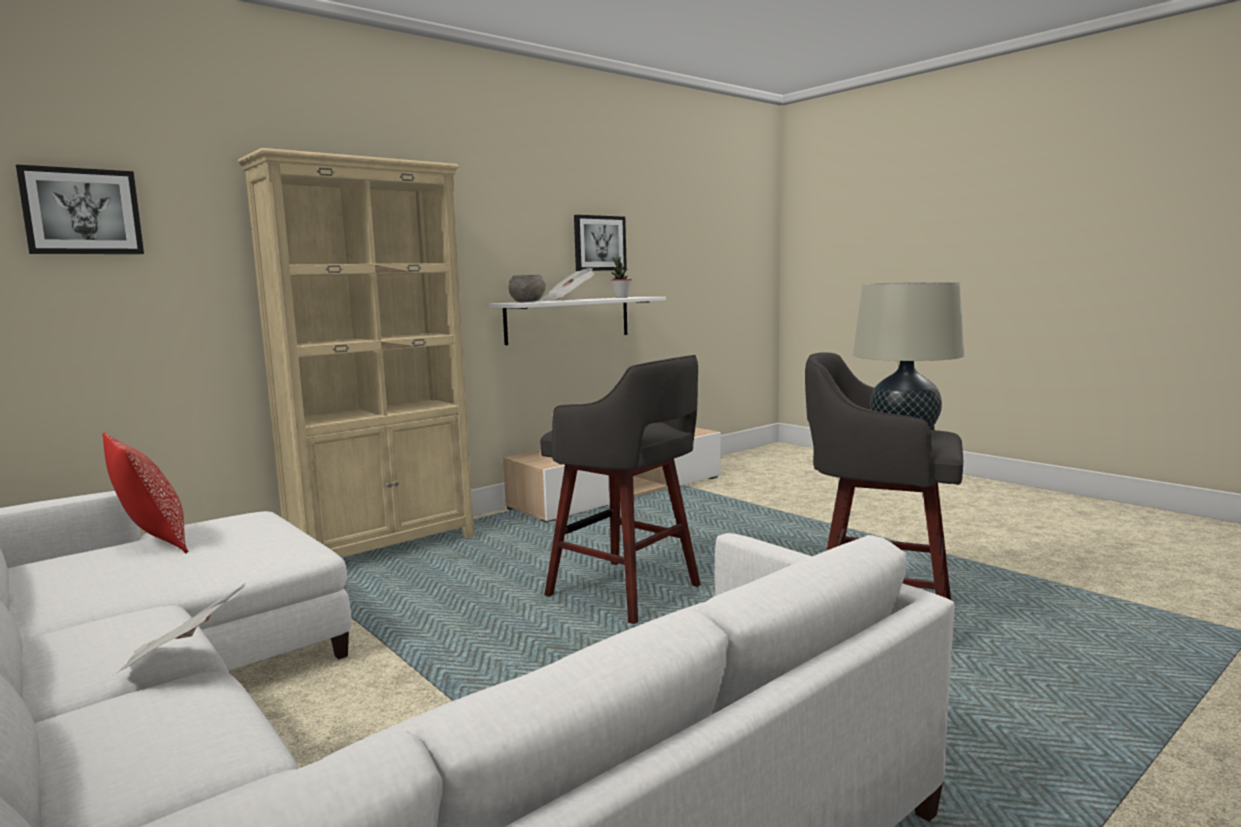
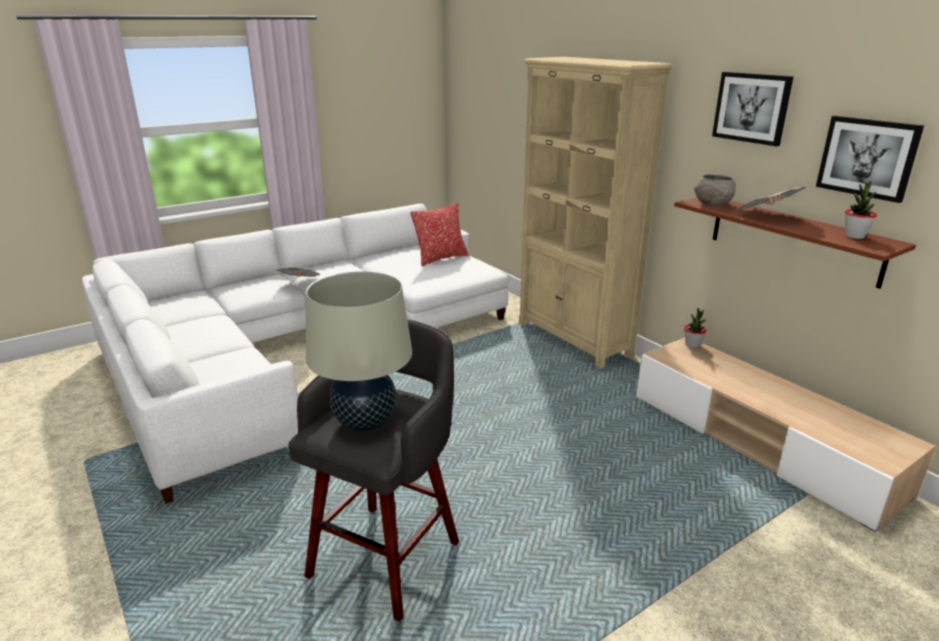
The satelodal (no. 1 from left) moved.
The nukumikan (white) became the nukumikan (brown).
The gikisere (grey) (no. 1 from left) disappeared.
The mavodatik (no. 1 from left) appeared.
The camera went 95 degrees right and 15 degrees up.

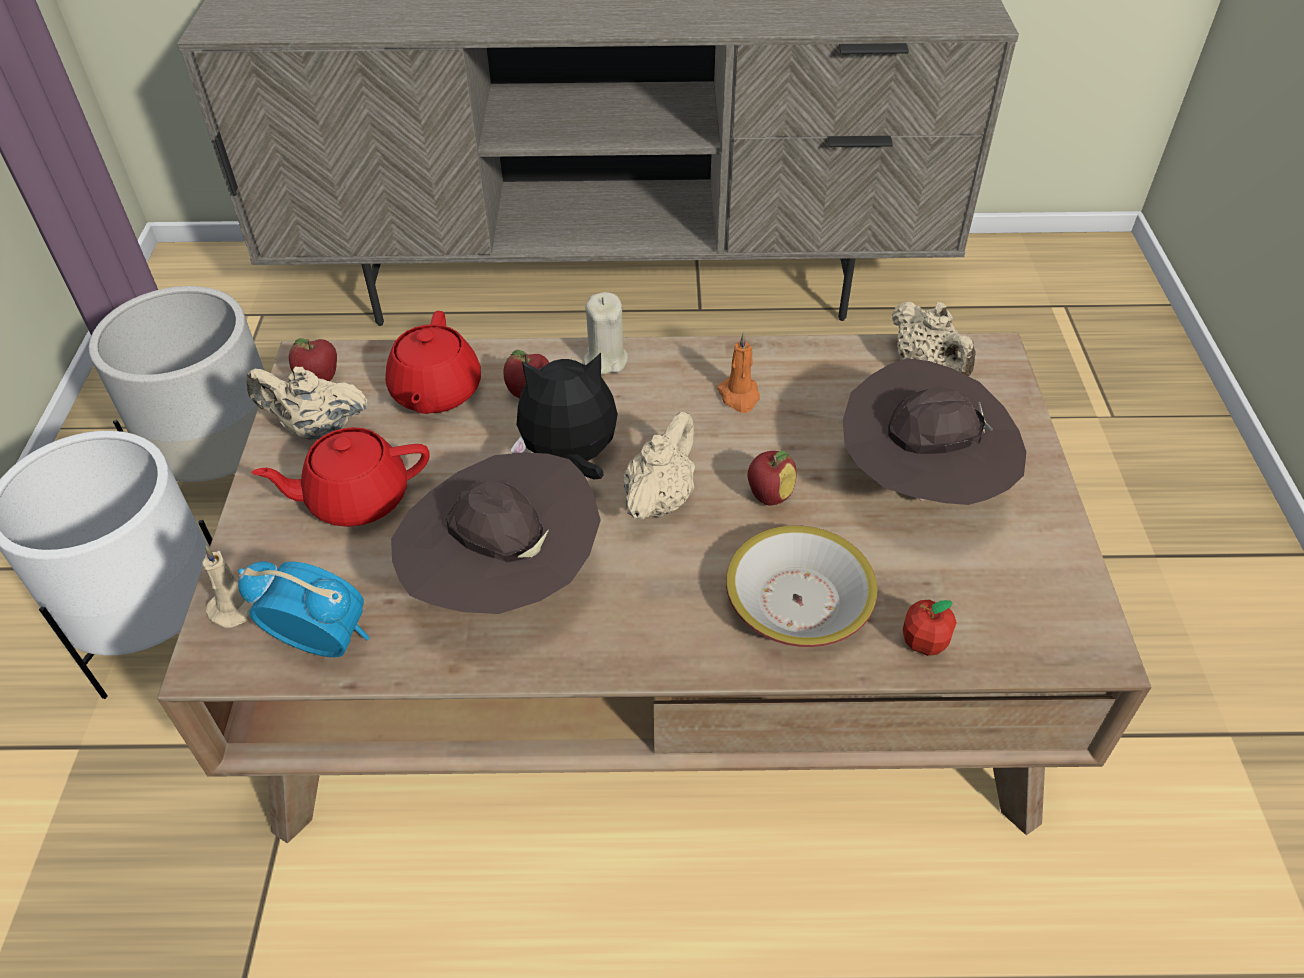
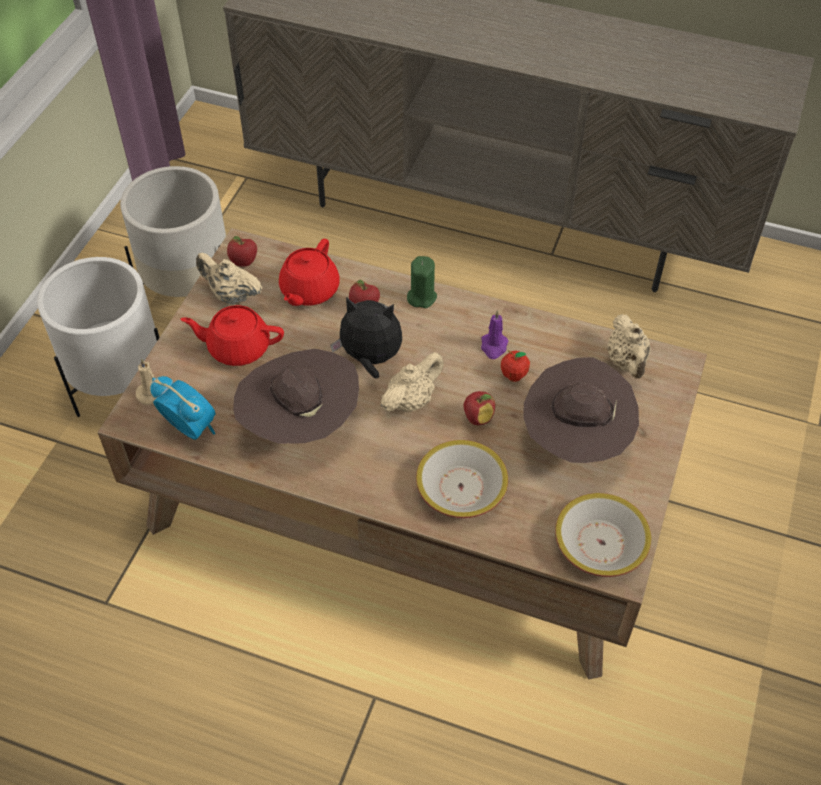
The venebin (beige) (no. 2 from left) became the venebin (green).
The venebin (orange) became the venebin (purple).
The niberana (no. 4 from left) moved.
The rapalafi (no. 2 from left) appeared.
The camera went 20 degrees right and 5 degrees up.

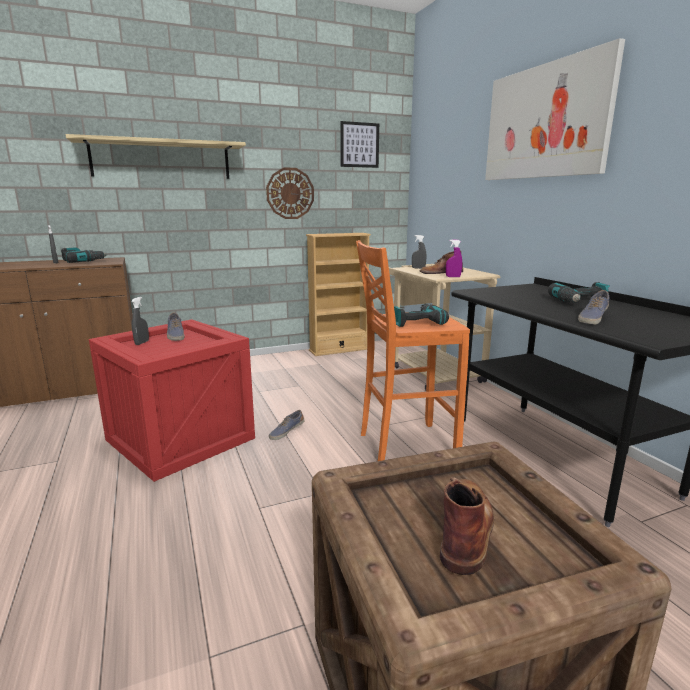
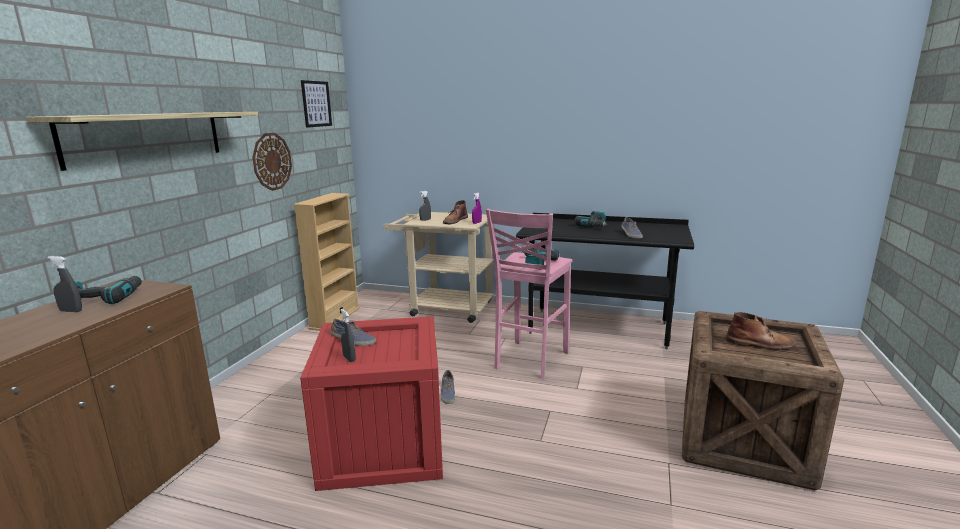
The satelodal (no. 2 from left) disappeared.
The gikisere (orange) became the gikisere (pink).
The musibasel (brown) (no. 2 from left) turned 135 degrees clockwise.
The camera went 50 degrees left and 0 degrees up.

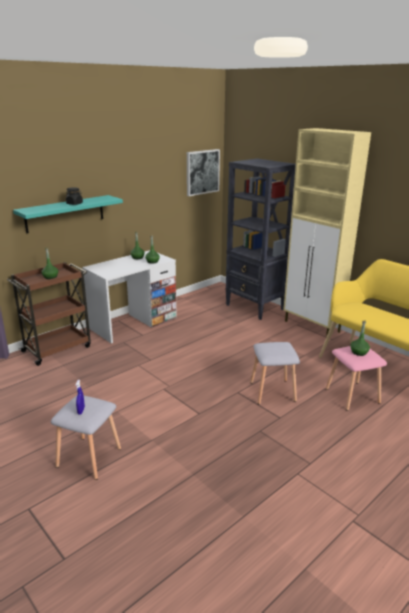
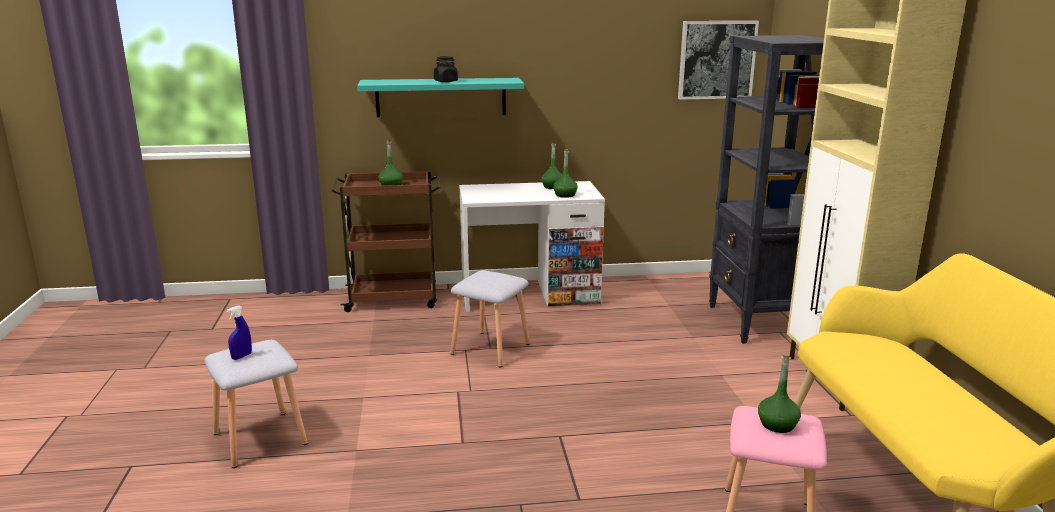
The gikisere (grey) (no. 2 from left) moved.
The camera went 35 degrees right and 5 degrees down.

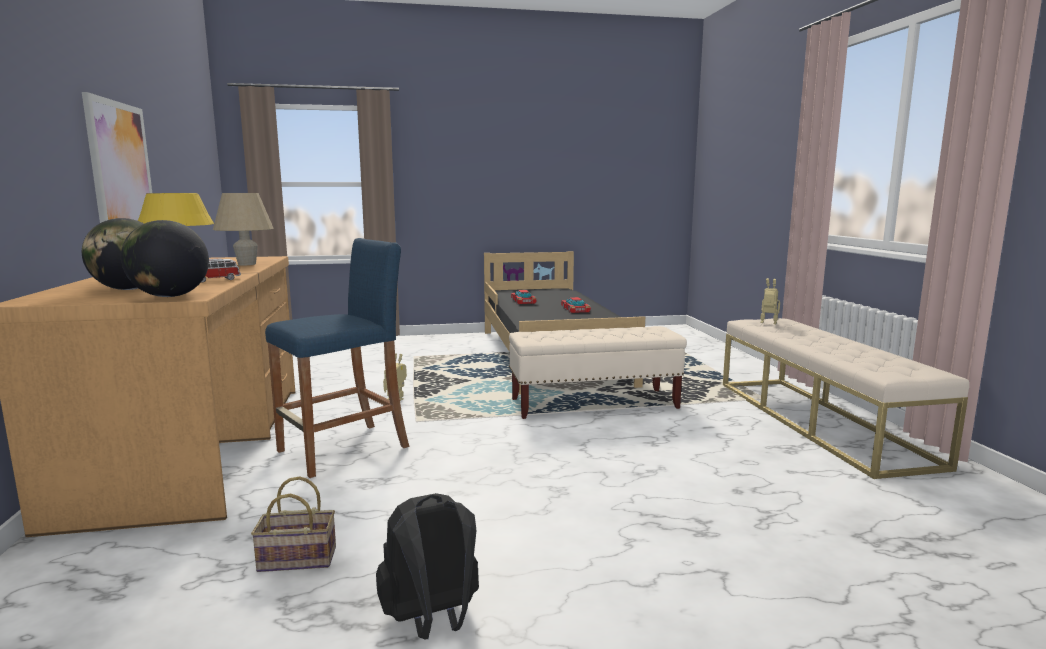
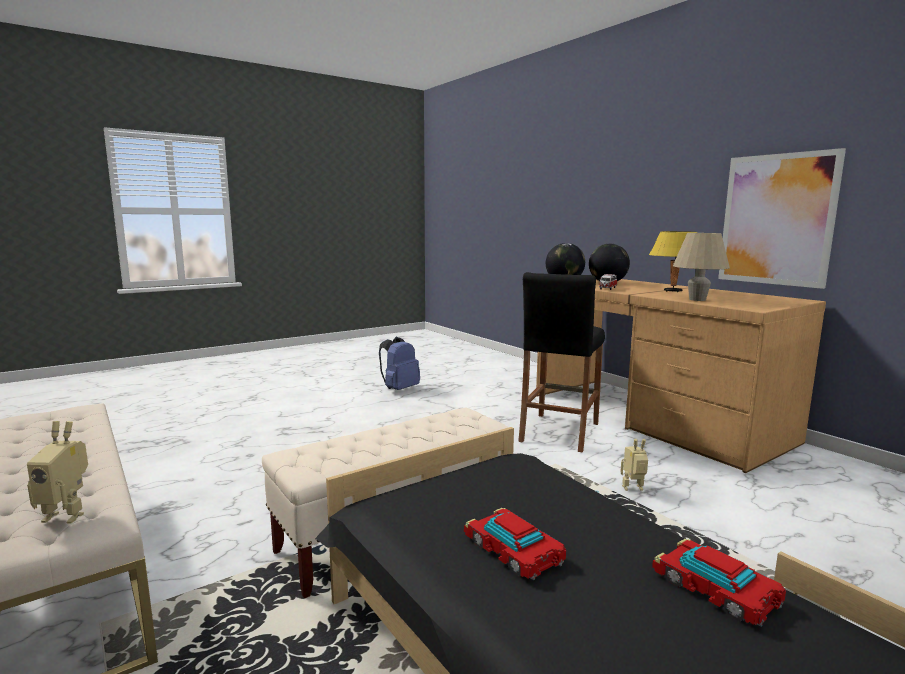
The gikisere (blue) became the gikisere (black).
The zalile disappeared.
The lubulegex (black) became the lubulegex (blue).
The camera went 155 degrees right and 0 degrees up.

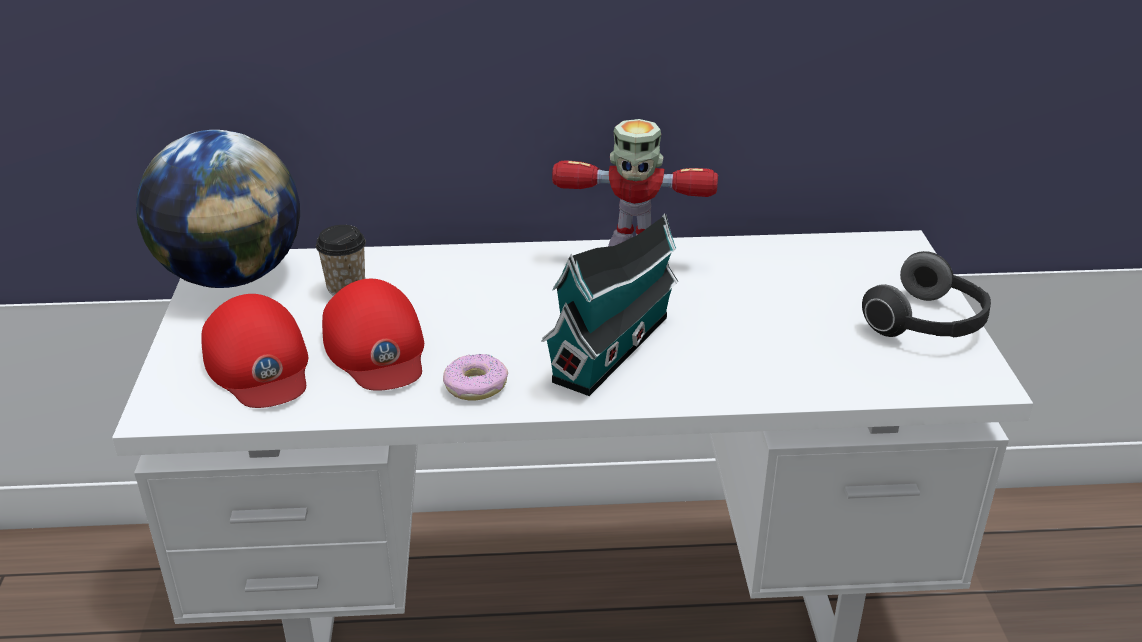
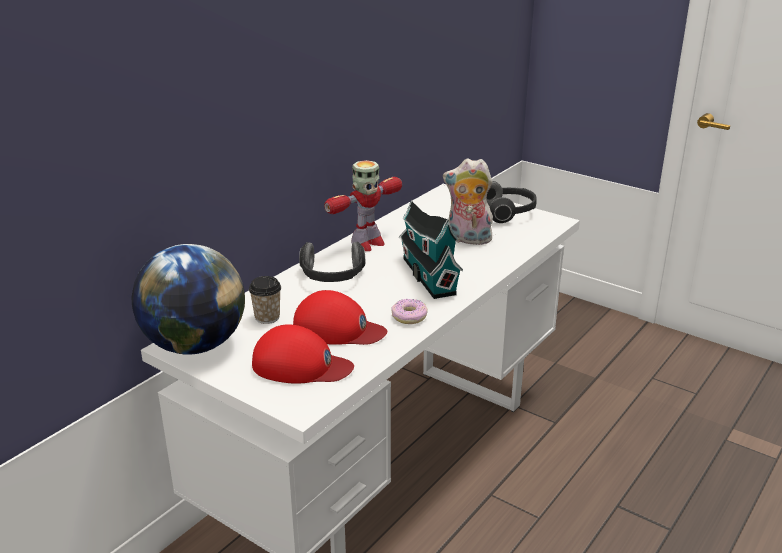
The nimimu appeared.
The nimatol (no. 1 from left) appeared.
The camera went 50 degrees left and 5 degrees down.

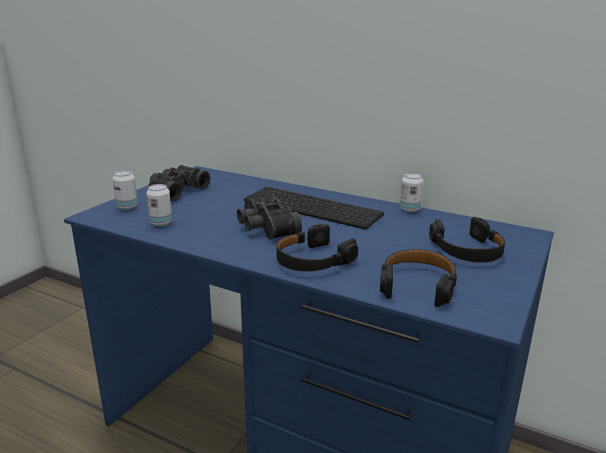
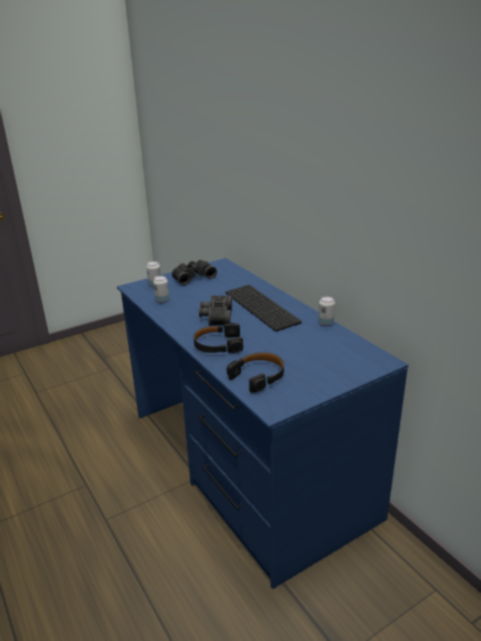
The nimatol (black) (no. 3 from left) disappeared.
The camera went 30 degrees right and 5 degrees up.

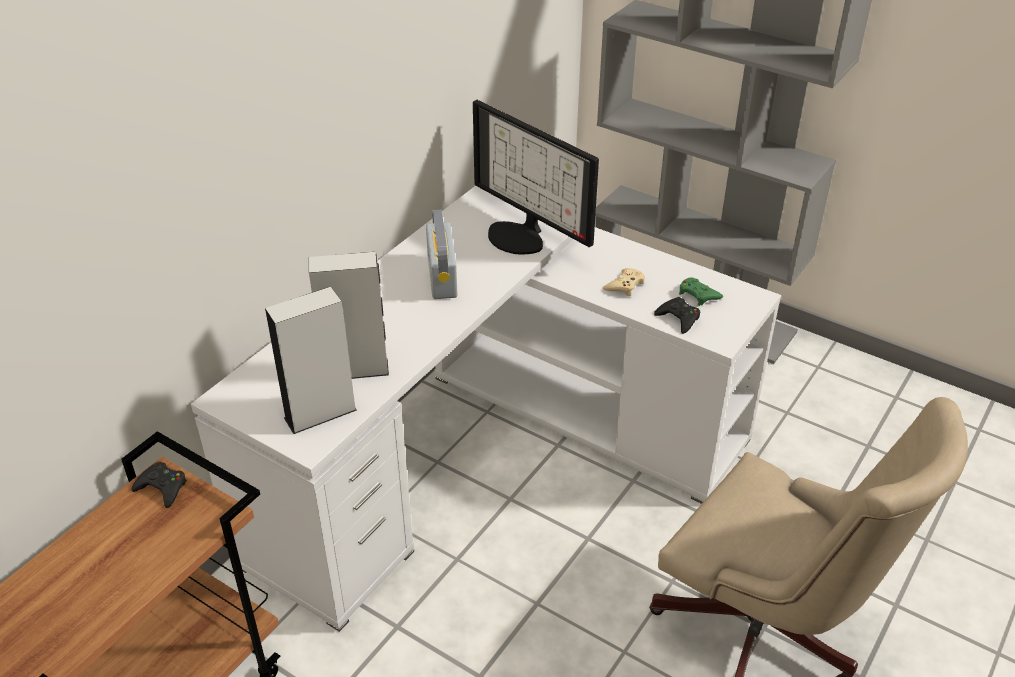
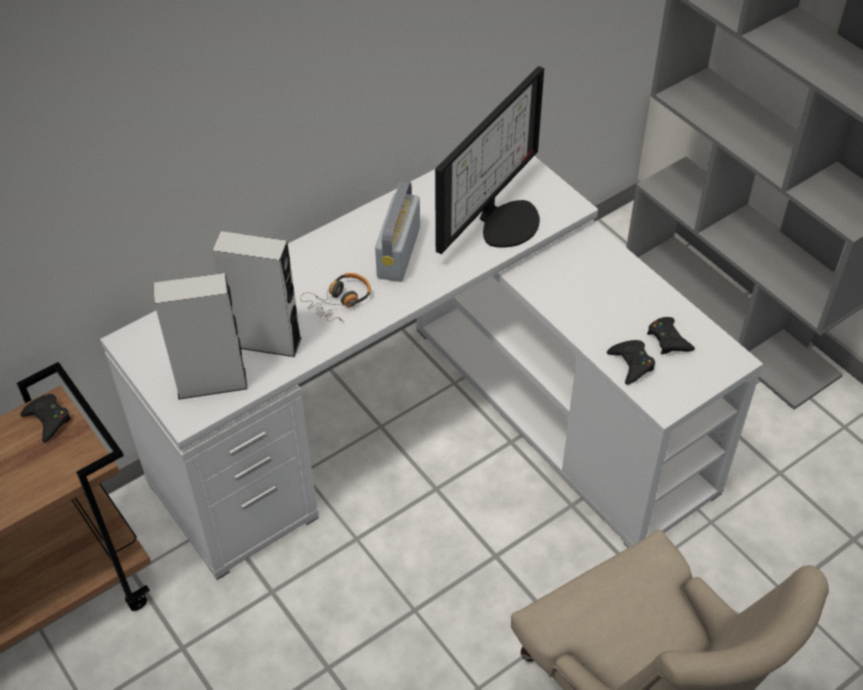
The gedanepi turned 120 degrees counterclockwise.
The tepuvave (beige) disappeared.
The tepuvave (green) became the tepuvave (black) (no. 3 from left).
The nimatol appeared.
The camera went 20 degrees right and 10 degrees up.

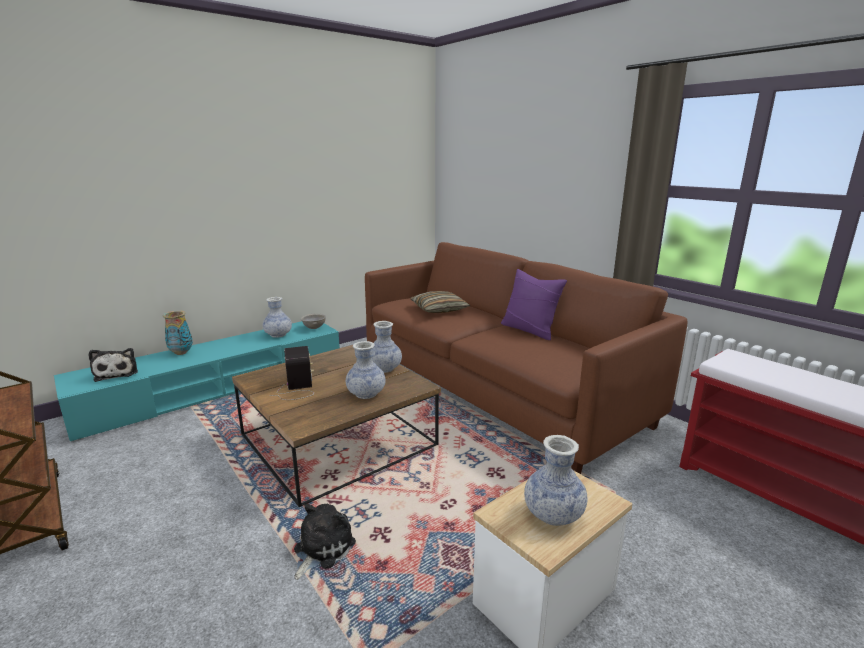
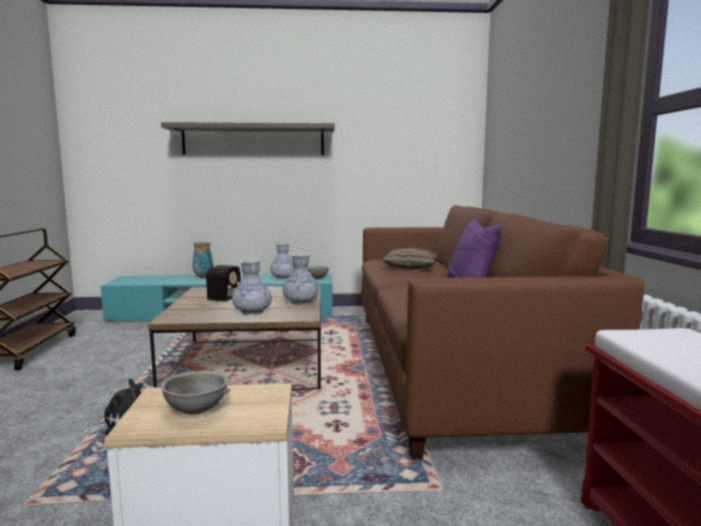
The nimimu (no. 1 from left) disappeared.
The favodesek (no. 5 from left) was replaced by the rapalafi (grey) (no. 1 from left).
The nukumikan appeared.
The camera went 35 degrees right and 10 degrees down.

